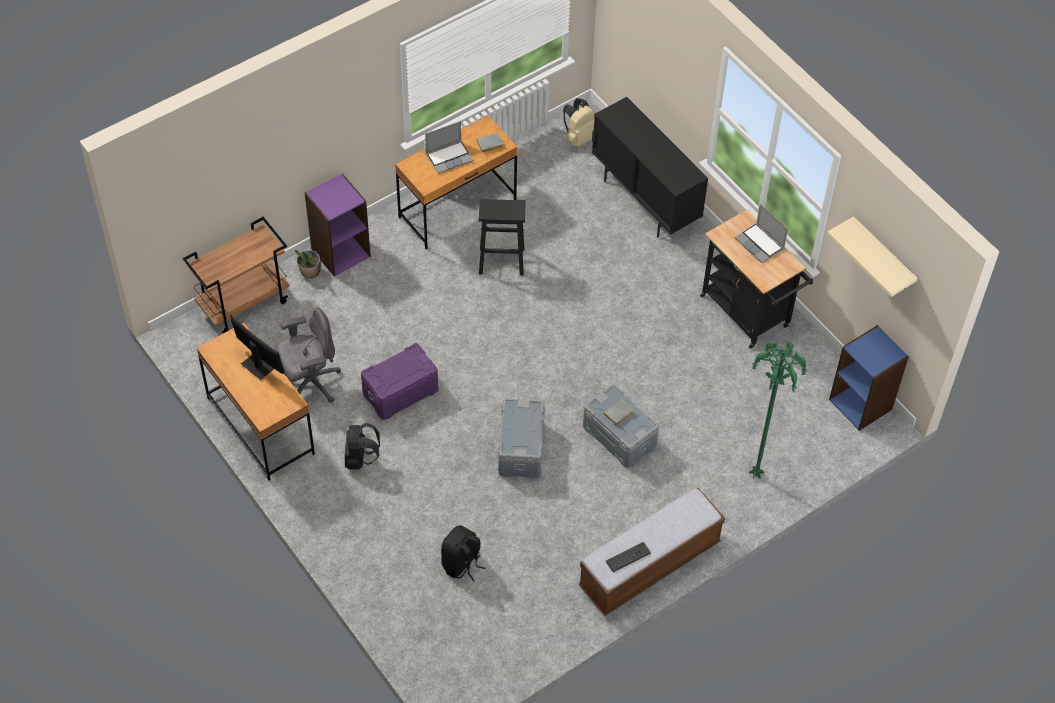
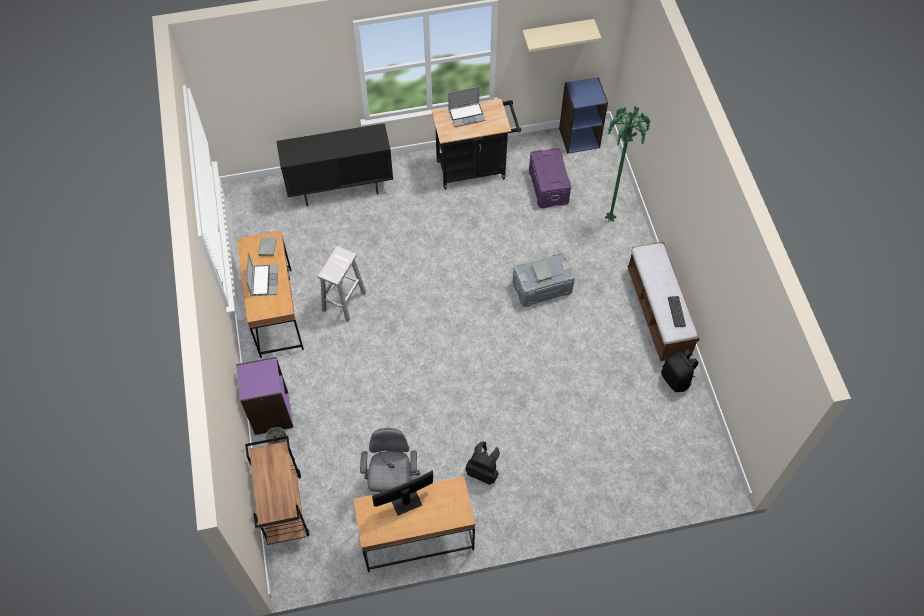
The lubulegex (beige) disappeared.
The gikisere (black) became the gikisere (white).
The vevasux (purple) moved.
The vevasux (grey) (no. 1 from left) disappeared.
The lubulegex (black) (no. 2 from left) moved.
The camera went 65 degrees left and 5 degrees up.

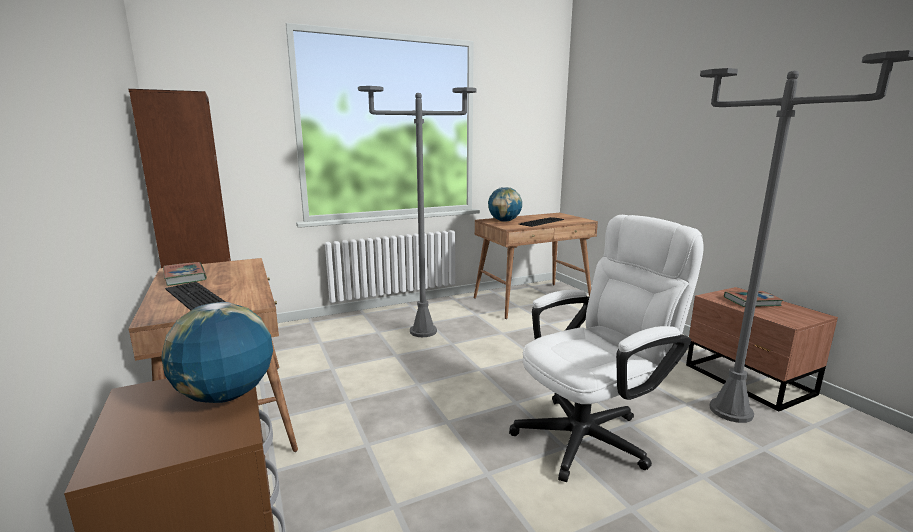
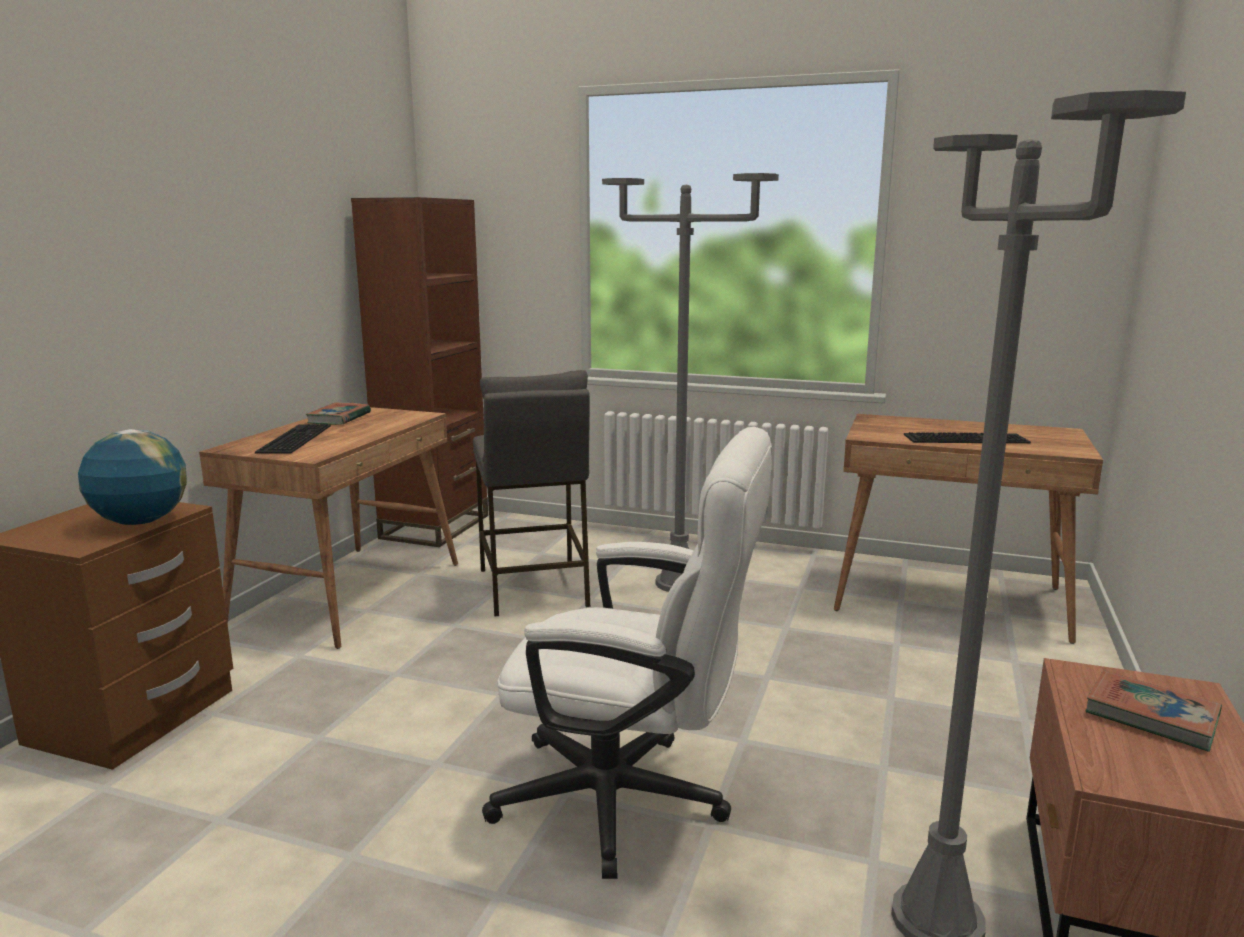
The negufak (no. 2 from left) disappeared.
The gikisere (grey) appeared.
The camera went 45 degrees right and 0 degrees up.

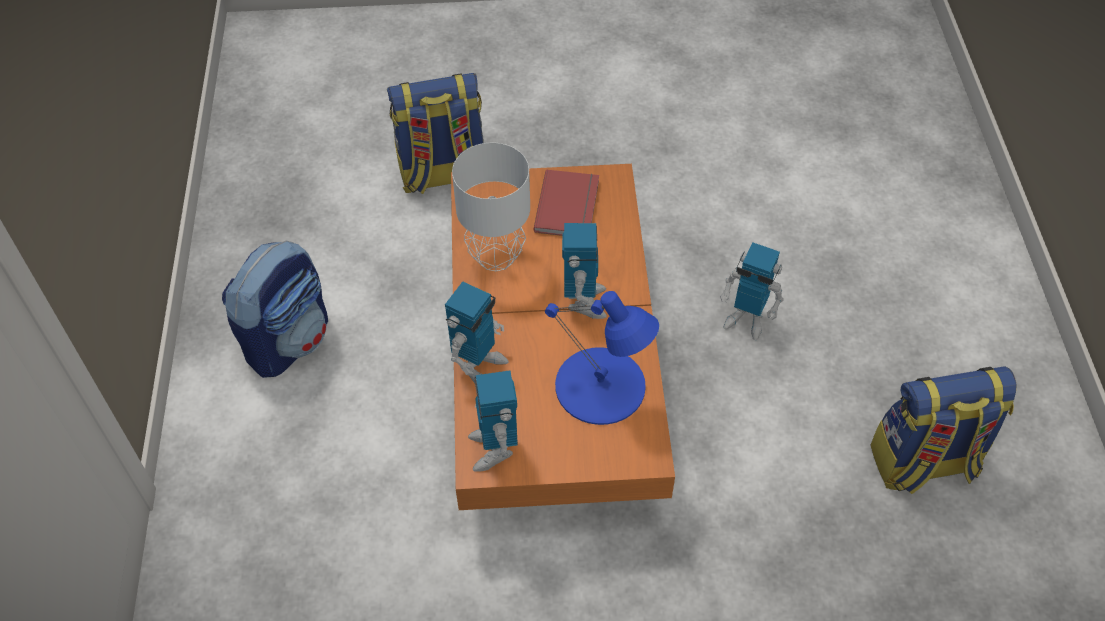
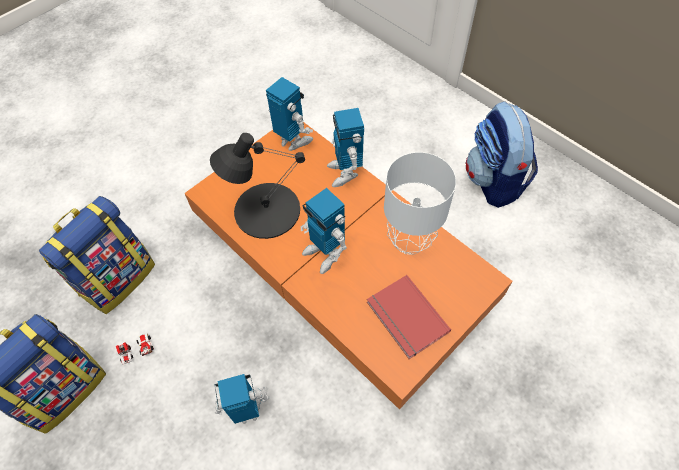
The lubulegex (no. 2 from left) moved.
The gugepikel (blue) became the gugepikel (black).
The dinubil appeared.
The camera went 140 degrees right and 5 degrees up.

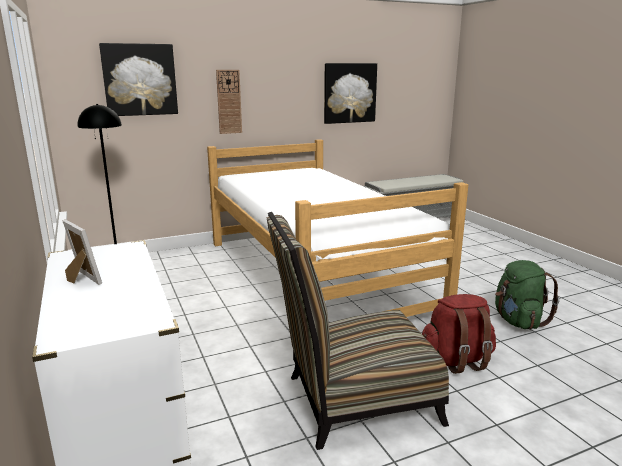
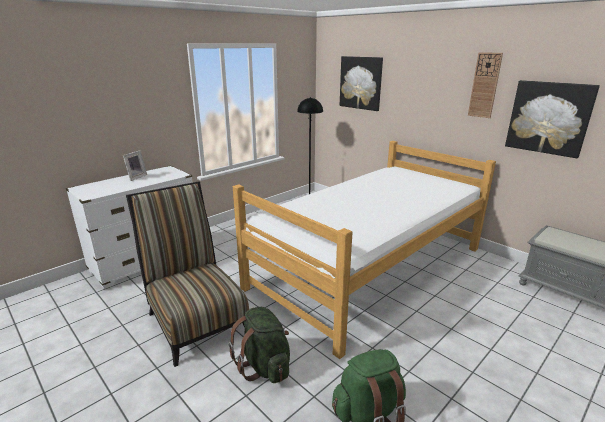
The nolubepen moved.
The lubulegex (red) became the lubulegex (green) (no. 1 from left).
The camera went 70 degrees right and 5 degrees up.

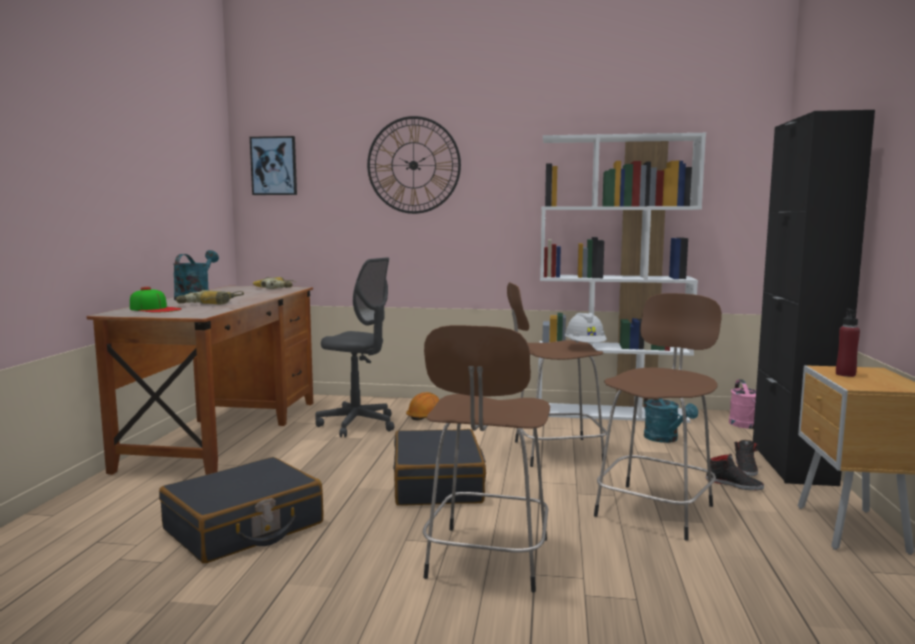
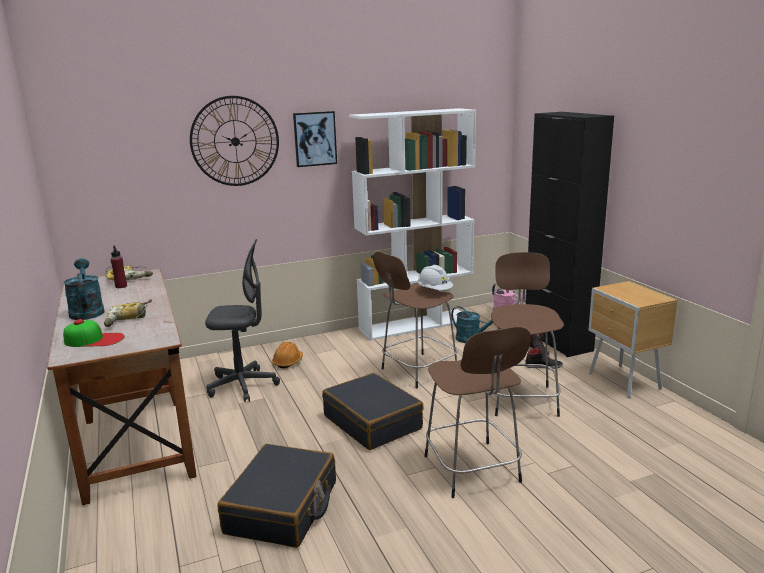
The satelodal moved.
The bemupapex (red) moved.
The camera went 30 degrees left and 10 degrees up.

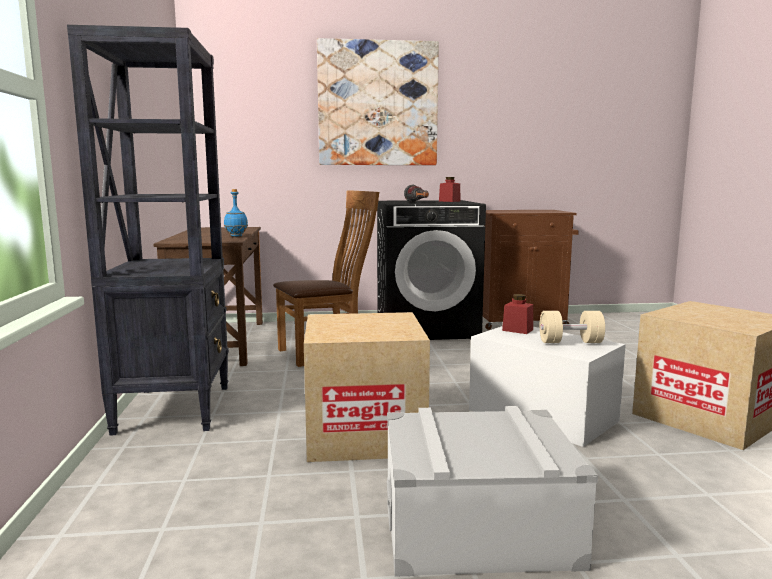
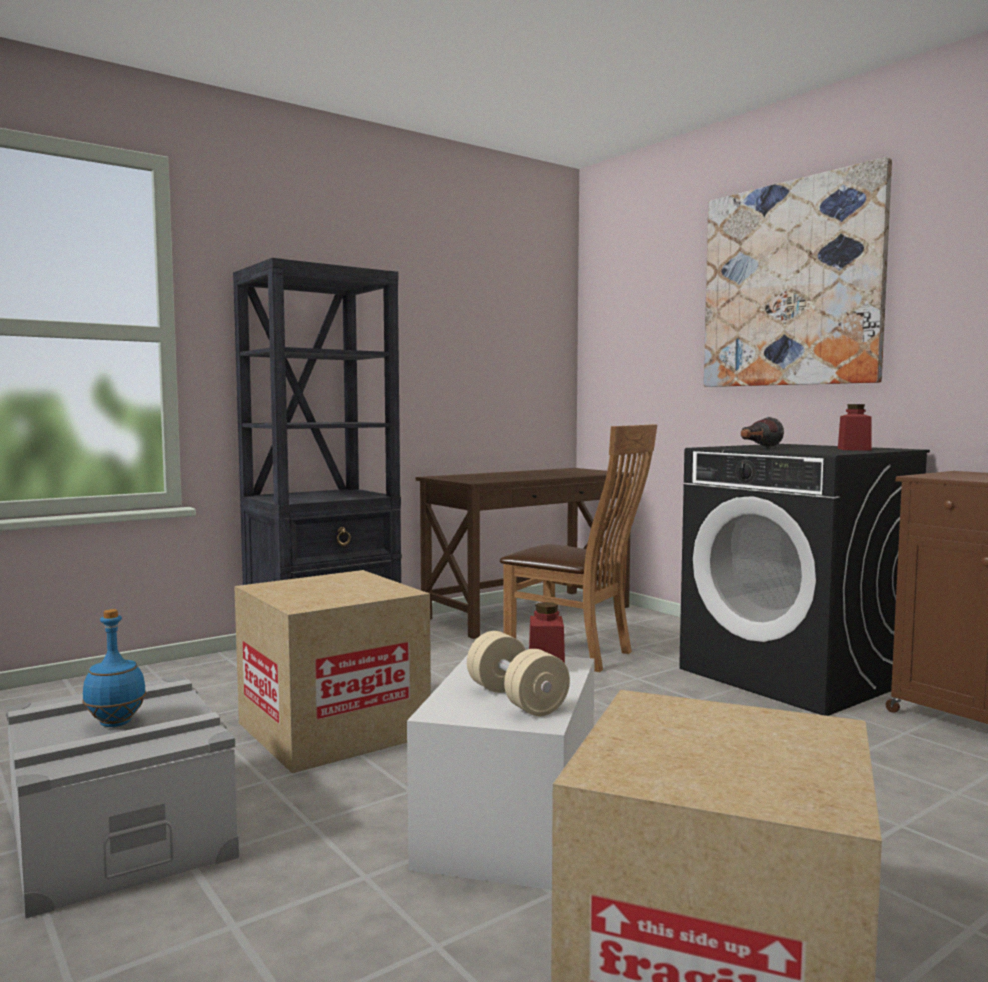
The bemupapex (blue) moved.
The camera went 60 degrees right and 5 degrees down.

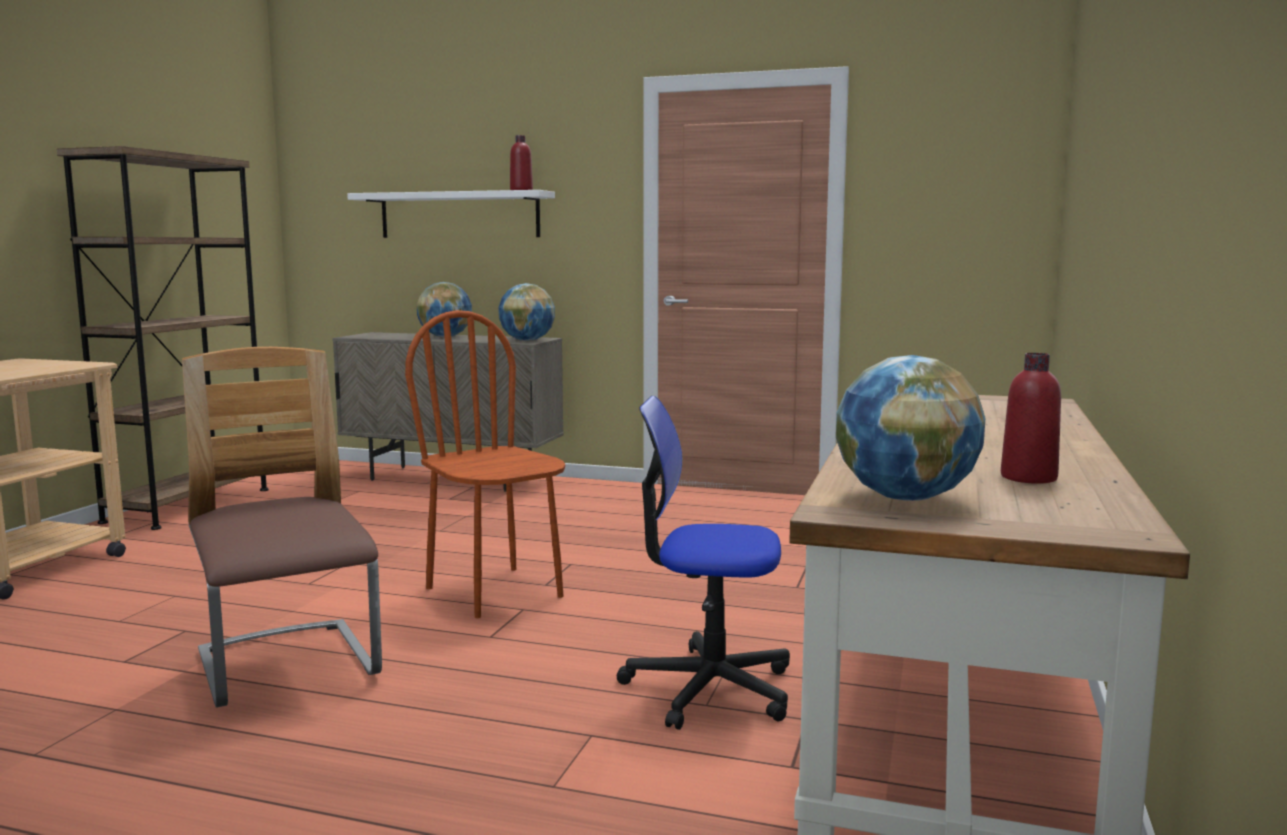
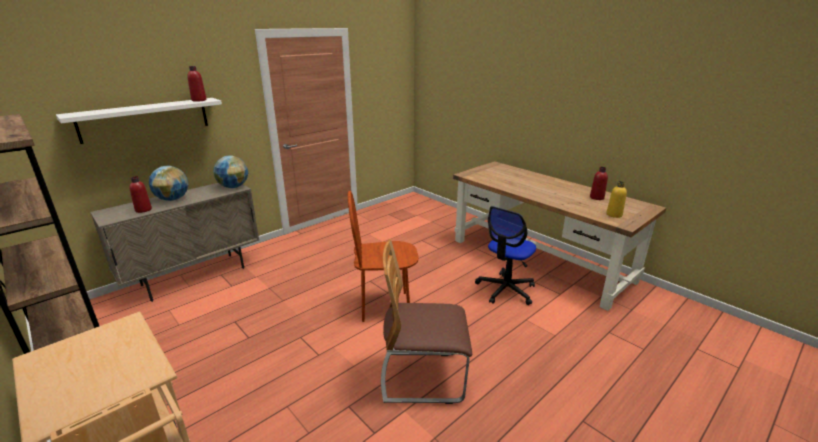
The negufak (no. 3 from left) was replaced by the bemupapex (yellow).
The bemupapex (red) (no. 1 from left) appeared.
The camera went 60 degrees left and 15 degrees up.

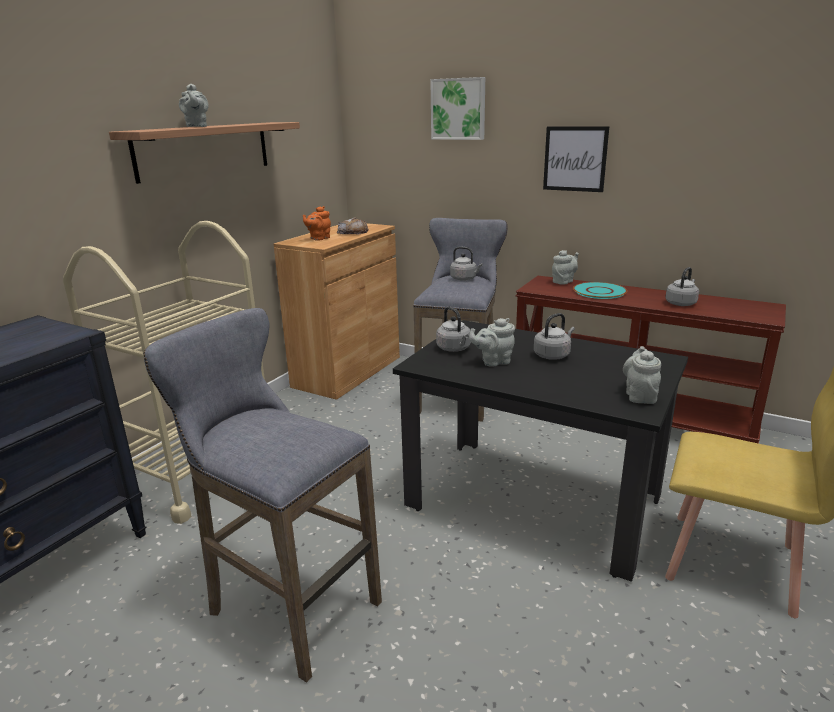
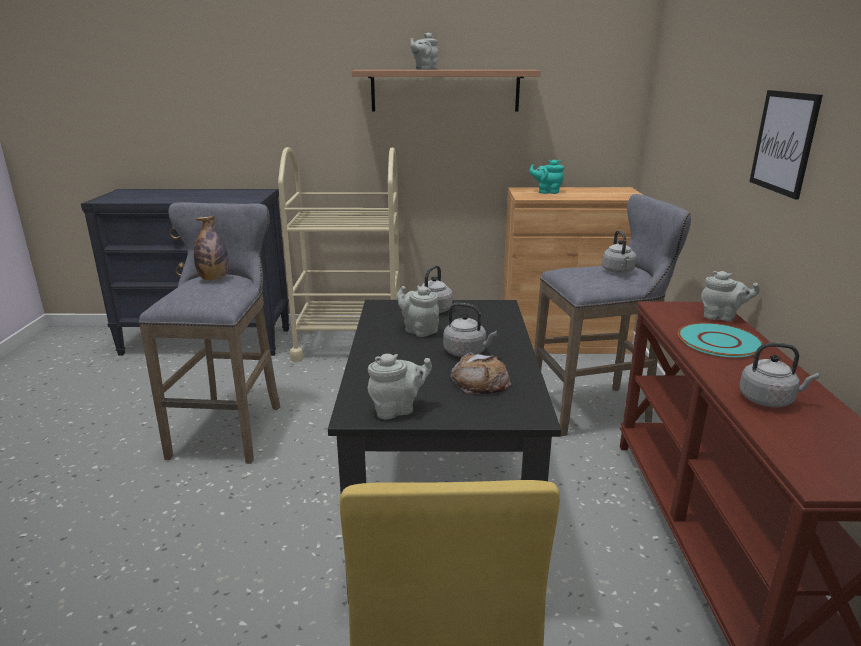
The satelodal (no. 1 from left) disappeared.
The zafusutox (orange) became the zafusutox (turquoise).
The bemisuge moved.
The bemupapex appeared.
The camera went 60 degrees right and 0 degrees up.

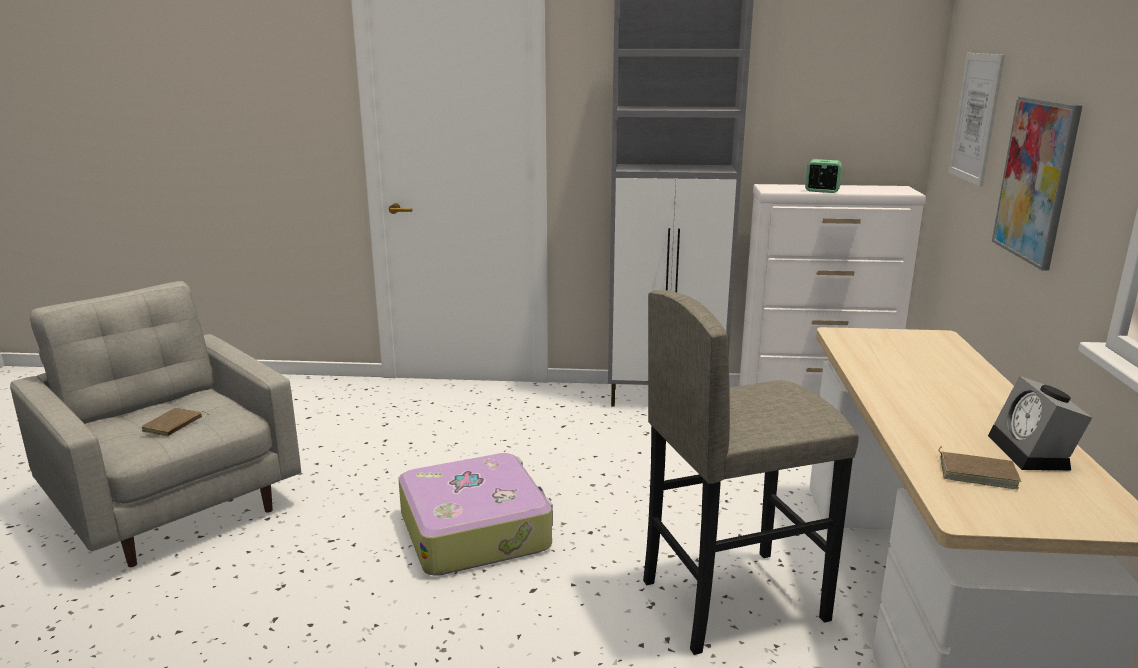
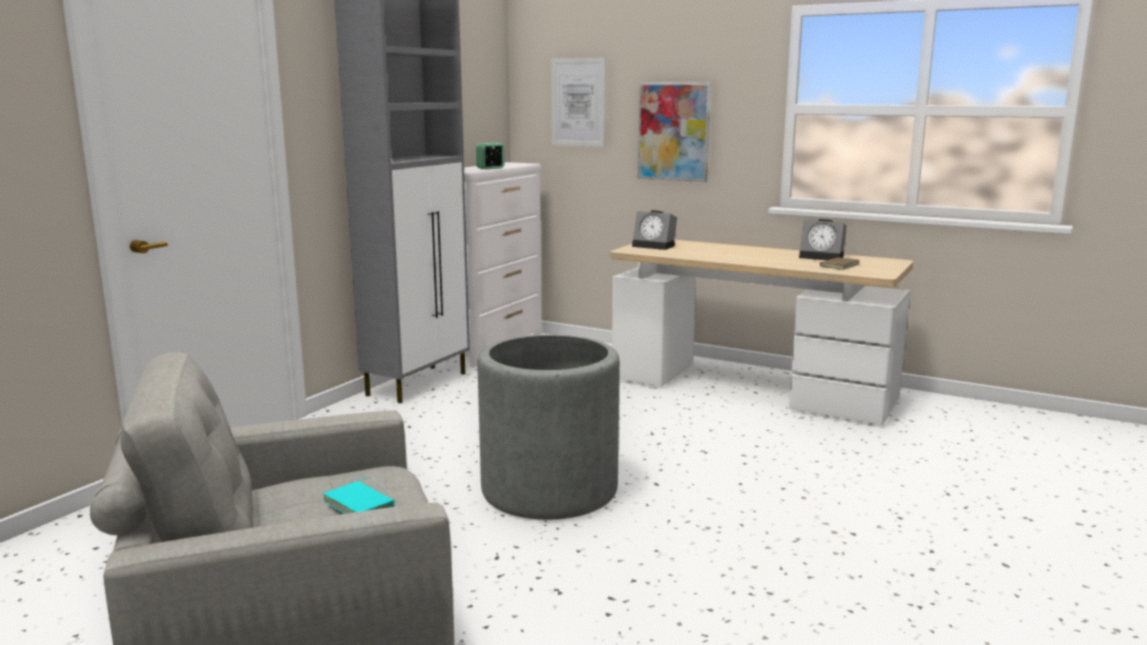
The gikisere (grey) disappeared.
The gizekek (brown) (no. 1 from left) became the gizekek (turquoise).
The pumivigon was replaced by the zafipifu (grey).
The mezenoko (no. 2 from left) appeared.
The camera went 65 degrees left and 5 degrees down.

